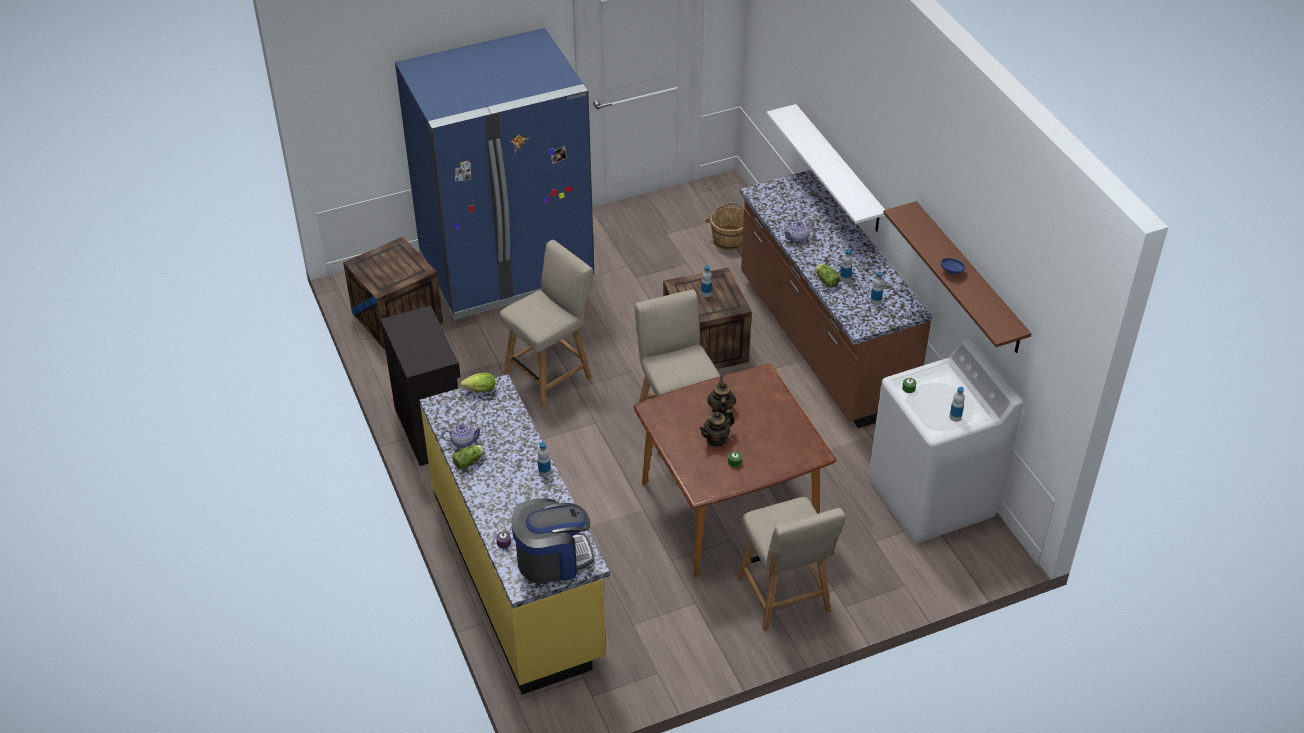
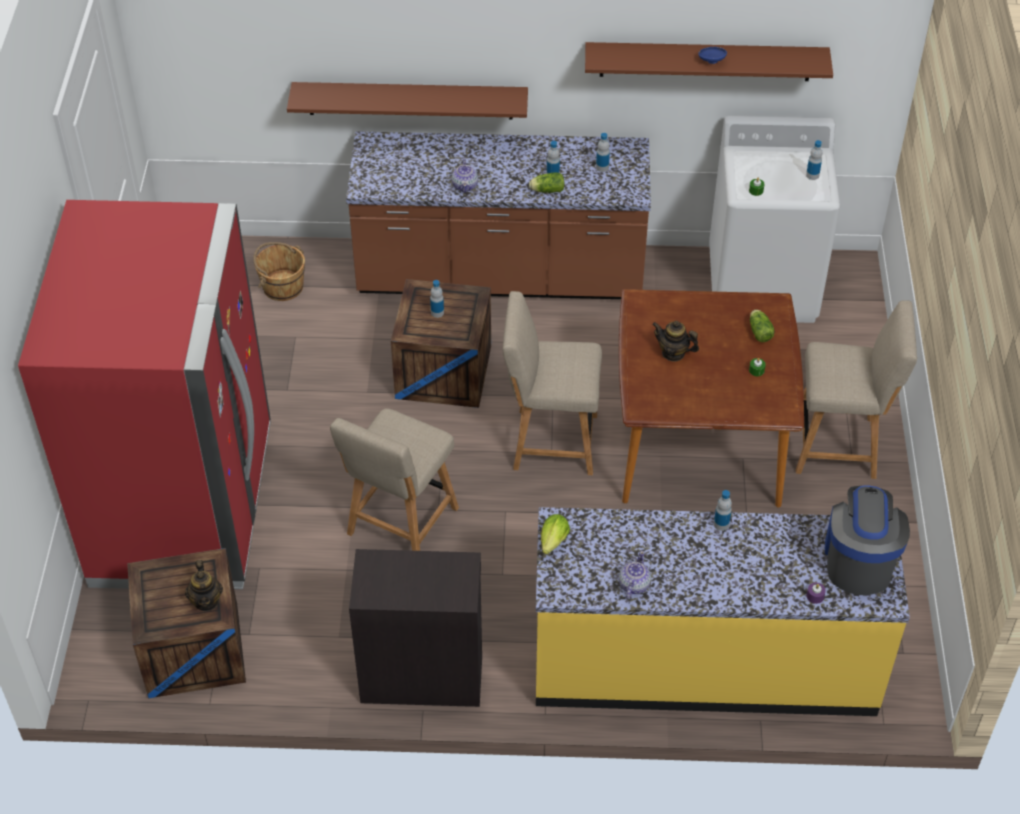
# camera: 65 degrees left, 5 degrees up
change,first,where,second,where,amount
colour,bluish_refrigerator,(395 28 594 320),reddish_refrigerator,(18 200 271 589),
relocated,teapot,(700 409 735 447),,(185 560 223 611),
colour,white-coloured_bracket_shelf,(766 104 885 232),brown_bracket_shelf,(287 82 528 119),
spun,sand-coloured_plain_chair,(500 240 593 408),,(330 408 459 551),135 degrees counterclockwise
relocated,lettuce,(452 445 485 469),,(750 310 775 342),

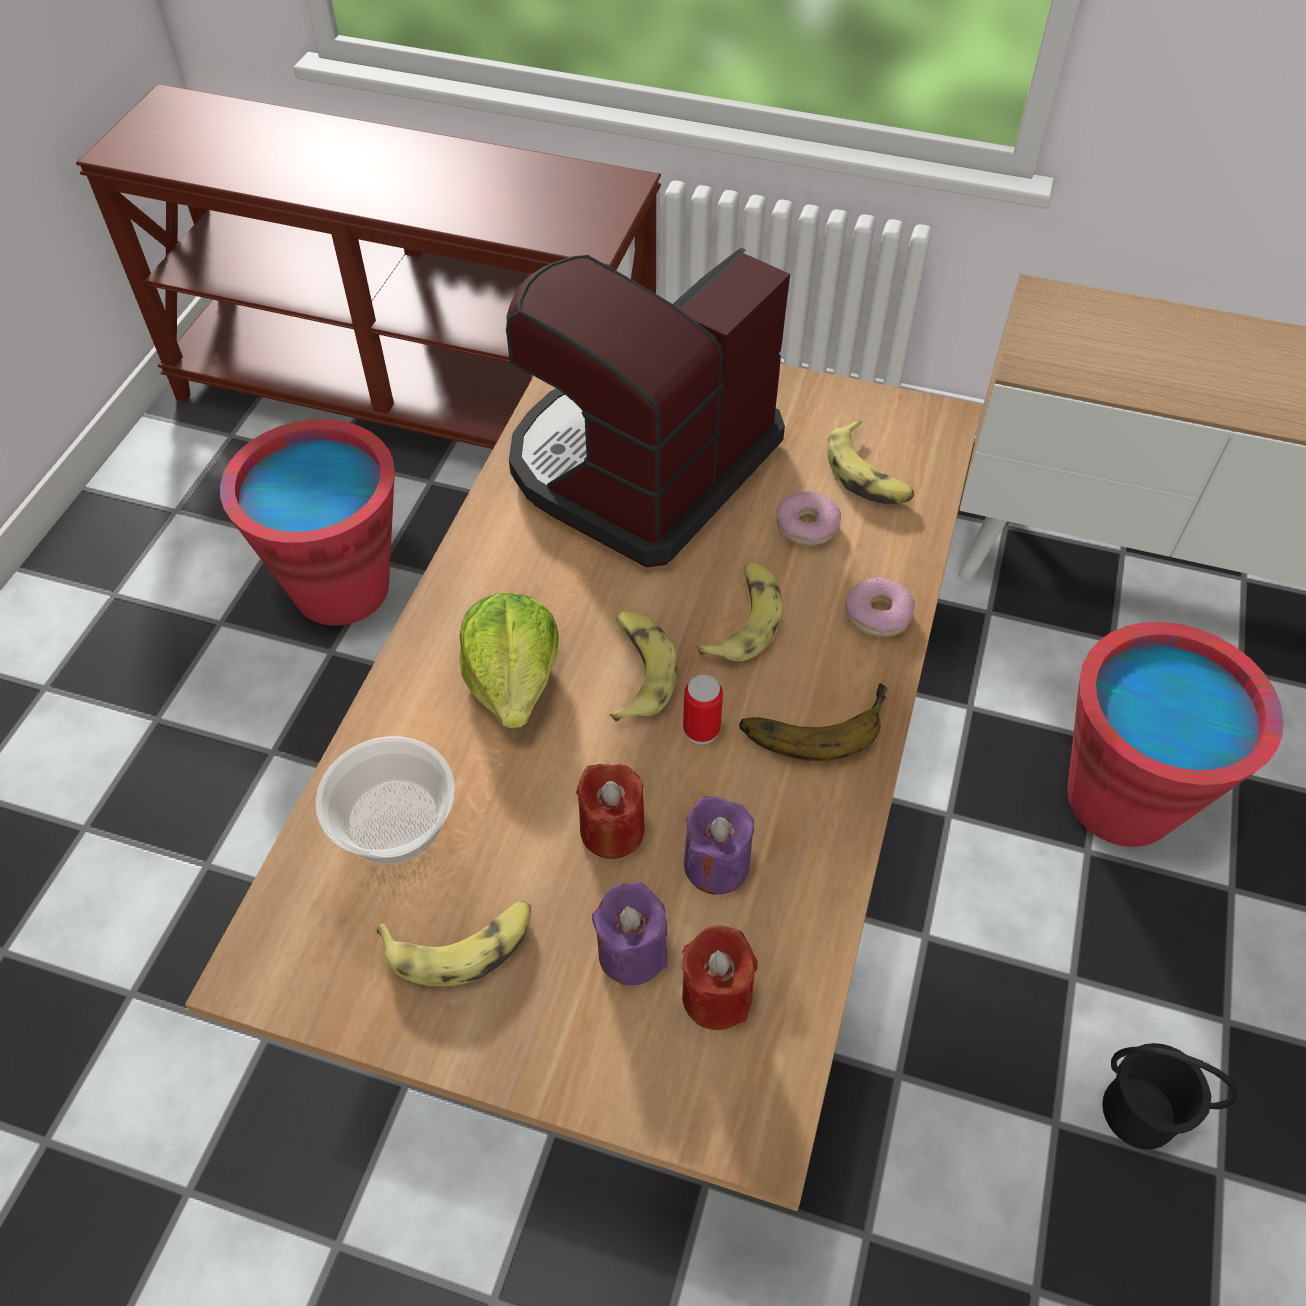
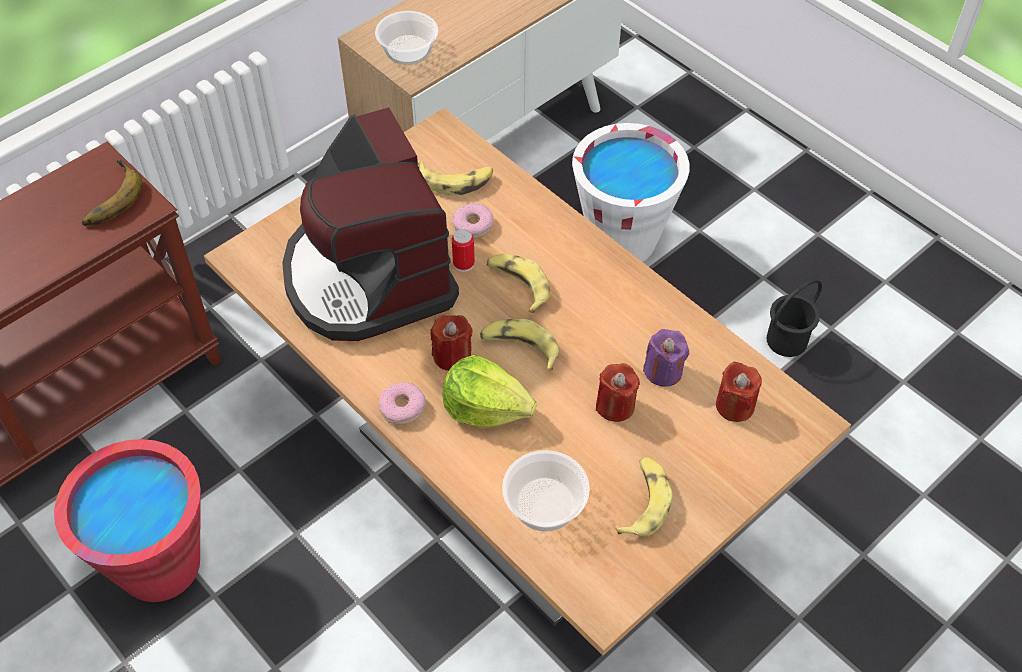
# camera: 60 degrees left, 0 degrees up
change,first,where,second,where,amount
relocated,banana,(739 683 888 761),,(81 158 142 226),
appeared,,,bowl,(375 11 438 65),
relocated,donut,(845 577 915 637),,(379 382 426 425),
appeared,,,reddish_wax_candle,(431 315 473 371),
relocated,sealed_can,(683 675 723 744),,(452 229 475 272),
colour,reddish_water_bucket,(1067 622 1284 847),white-coloured_water_bucket,(572 123 689 262),
missing,purplish_wax_candle,(592 882 668 985),,,

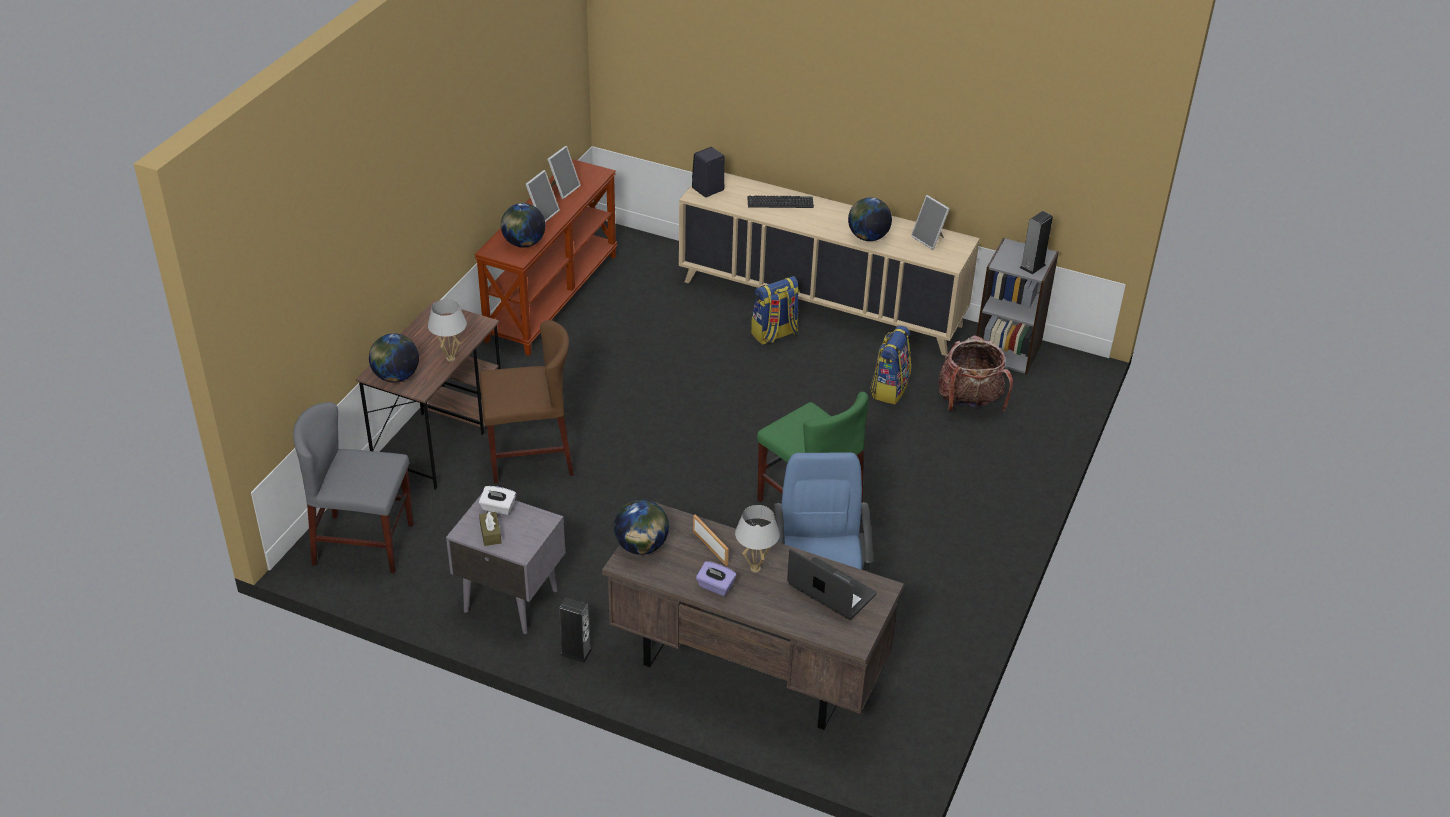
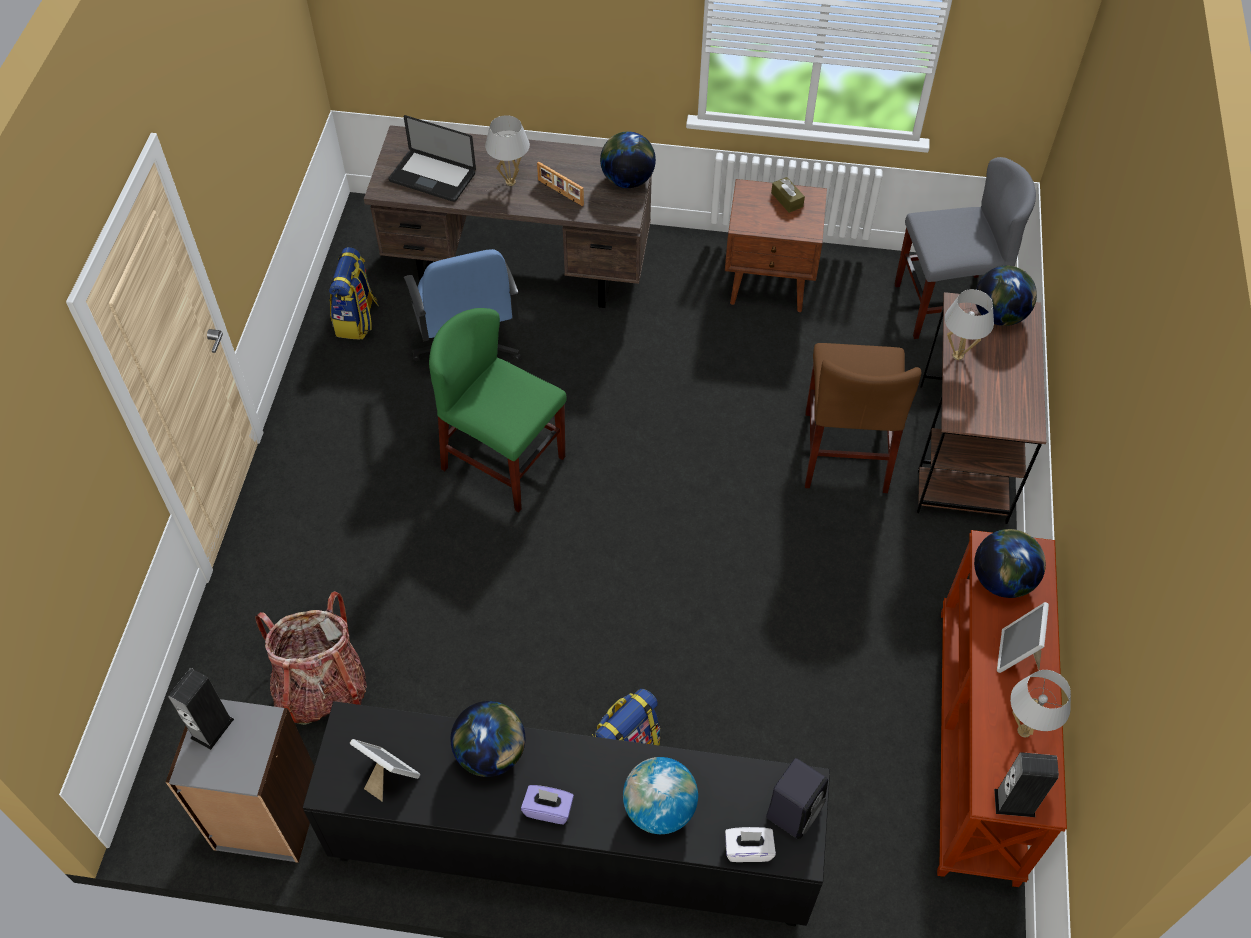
# camera: 165 degrees right, 15 degrees up
change,first,where,second,where,amount
colour,sand-coloured_cabinet,(679 173 980 356),black-coloured_cabinet,(303 701 830 927),
relocated,rucksack,(870 326 911 404),,(329 247 379 340),
relocated,purplish_box_of_tissues,(696 561 737 596),,(521 785 574 825),
exchanged,PC_keyboard,(747 195 814 208),world_globe,(623 757 698 834),
colour,greyish_nightstand,(446 494 565 634),brown_nightstand,(725 179 827 312),
relocated,white-coloured_box_of_tissues,(479 486 516 515),,(725 827 776 862),
spun,brown_plain_chair,(479 320 574 483),,(805 343 921 493),60 degrees counterclockwise
relocated,audio_speaker,(559 597 592 663),,(994 752 1059 817),
exchanged,standing_frame,(547 146 581 199),white-coloured_tabletop_lamp,(1010 670 1071 737),

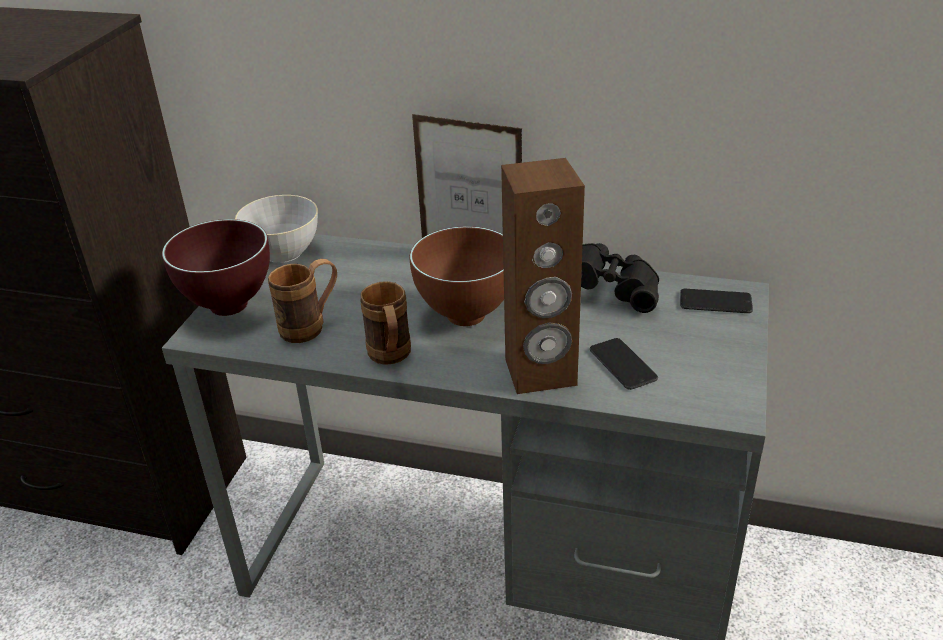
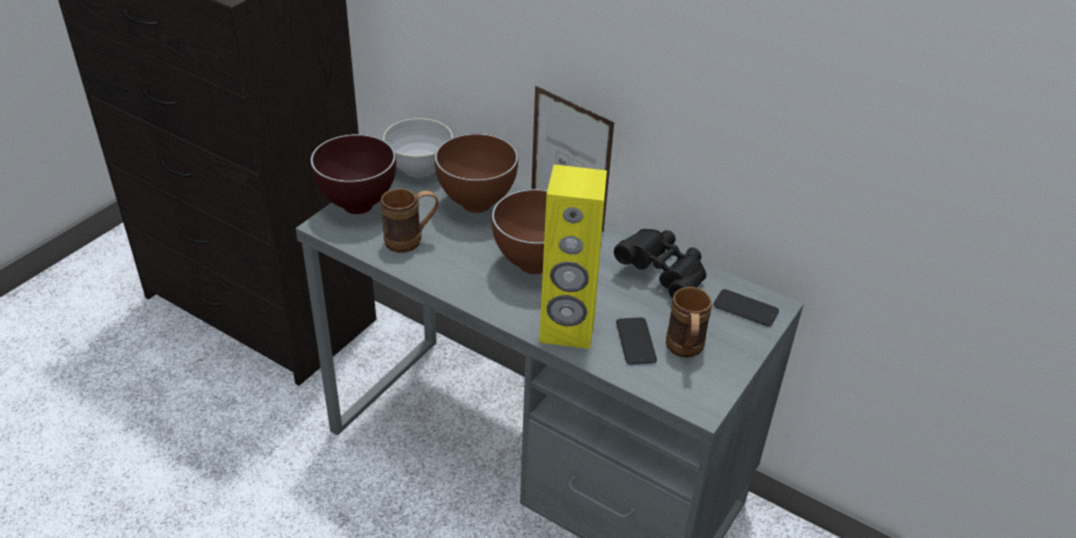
# camera: 15 degrees right, 5 degrees up
change,first,where,second,where,amount
appeared,,,brown_bowl,(435 134 518 213),
colour,brown_audio_speaker,(501 158 585 394),yellowish_audio_speaker,(539 165 607 349),
relocated,brown_coffee_mug,(360 281 411 365),,(666 287 712 358),

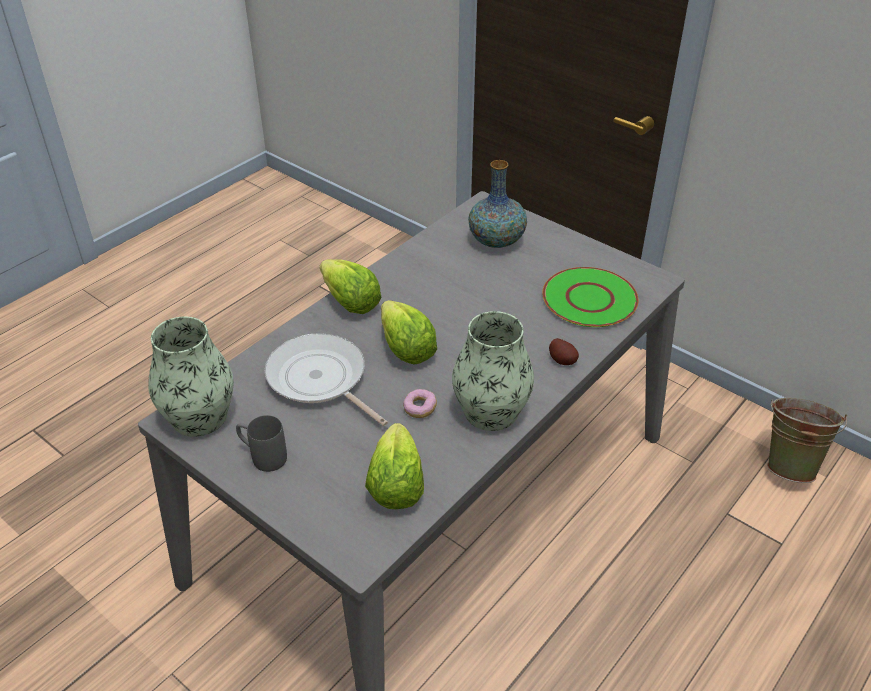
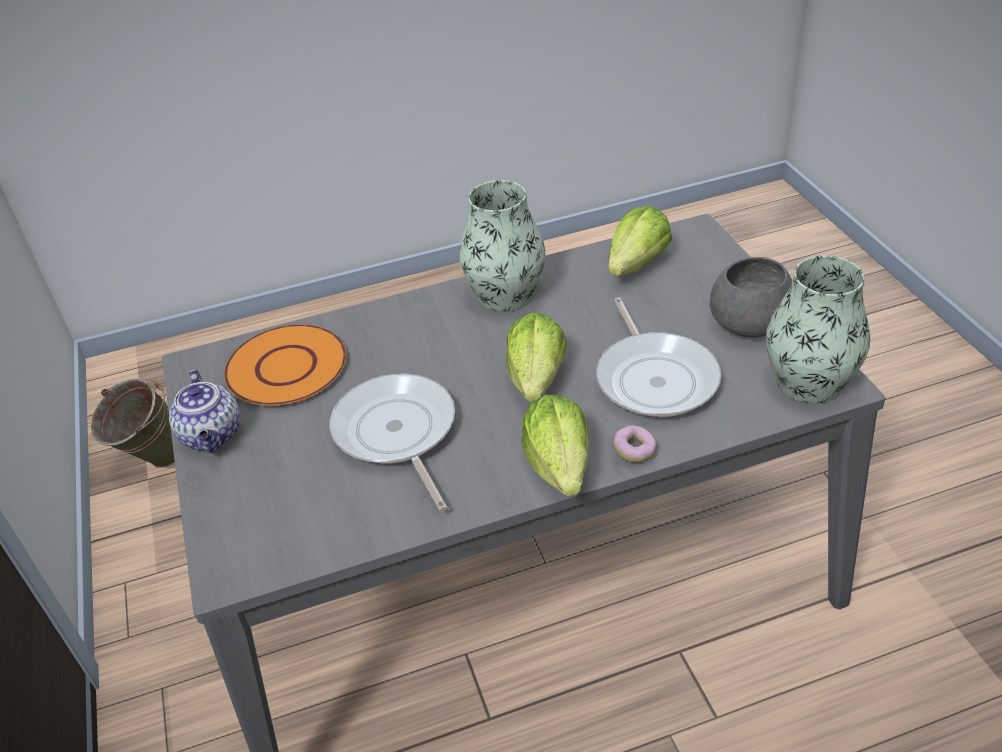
# camera: 145 degrees left, 0 degrees up
change,first,where,second,where,amount
appeared,,,teapot,(169 369 240 453),
colour,greenish_dinner_plate,(542 267 639 327),orange-coloured_dinner_plate,(224 324 347 406),
appeared,,,frying_pan,(329 374 455 512),
relocated,donut,(403 389 437 418),,(613 425 657 463),
exchanged,greyish_coffee_mug,(236 415 287 472),greyish_bowl,(710 257 792 338),
missing,flower_vase,(468 160 527 248),,,
missing,whole_potato,(549 338 579 365),,,

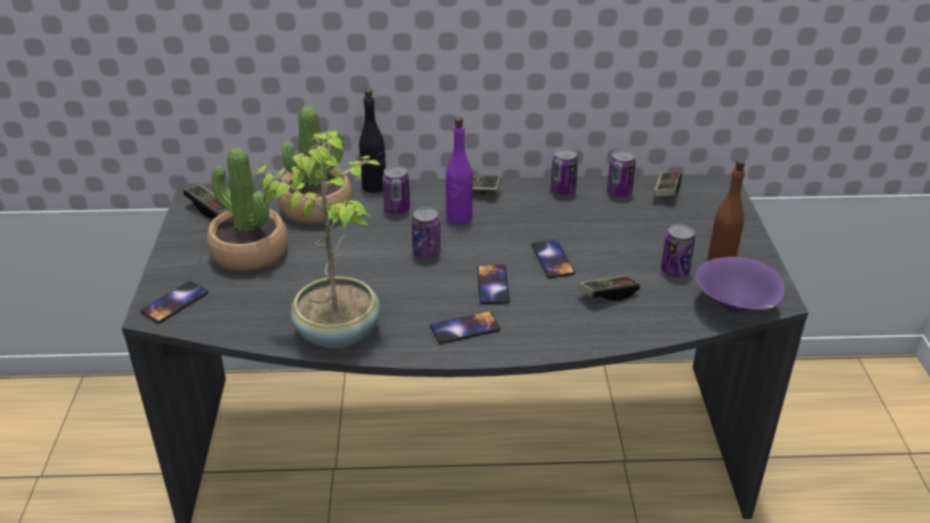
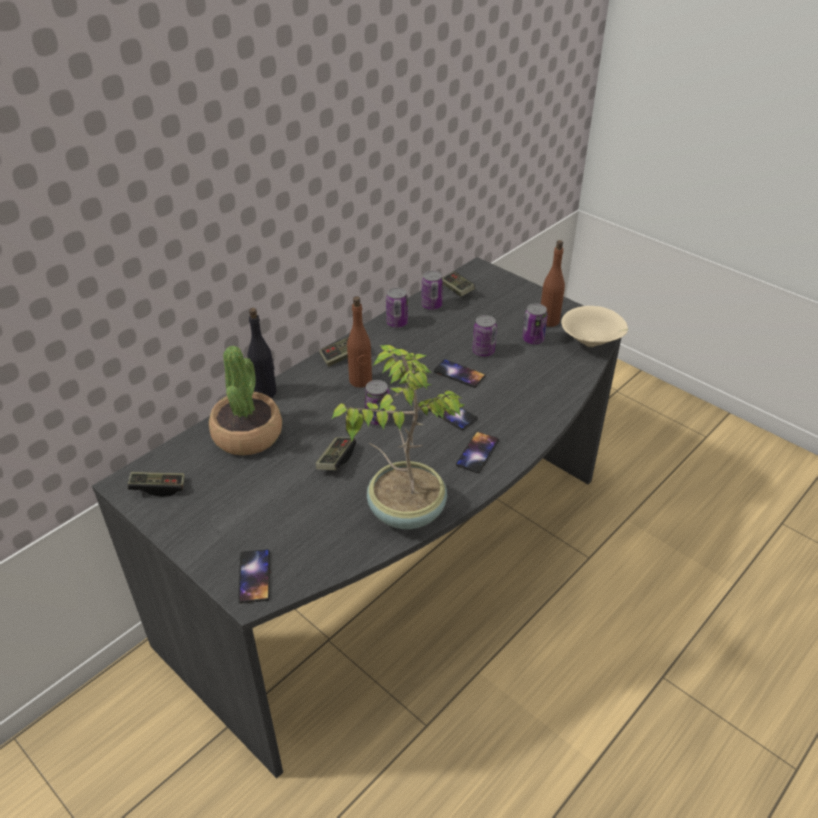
# camera: 45 degrees left, 5 degrees up
change,first,where,second,where,amount
relocated,joypad,(579 275 640 301),,(315 437 356 470),
colour,purplish_bottle,(446 117 473 225),brown_bottle,(347 296 372 388),
relocated,sealed_can,(382 166 410 214),,(472 315 497 357),
colour,purplish_bowl,(696 256 785 313),sand-coloured_bowl,(561 306 628 347),
missing,houseplant,(207 148 288 272),,,

